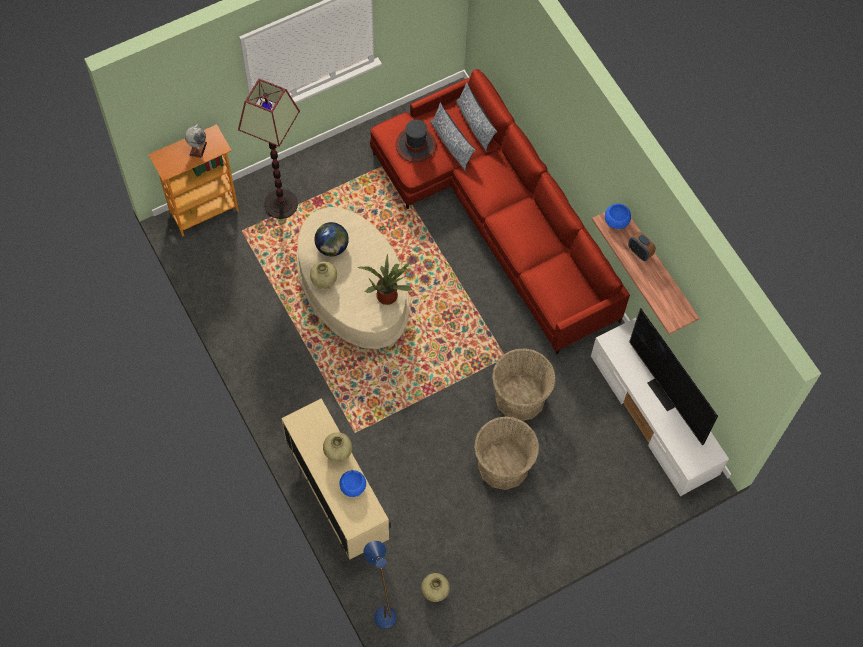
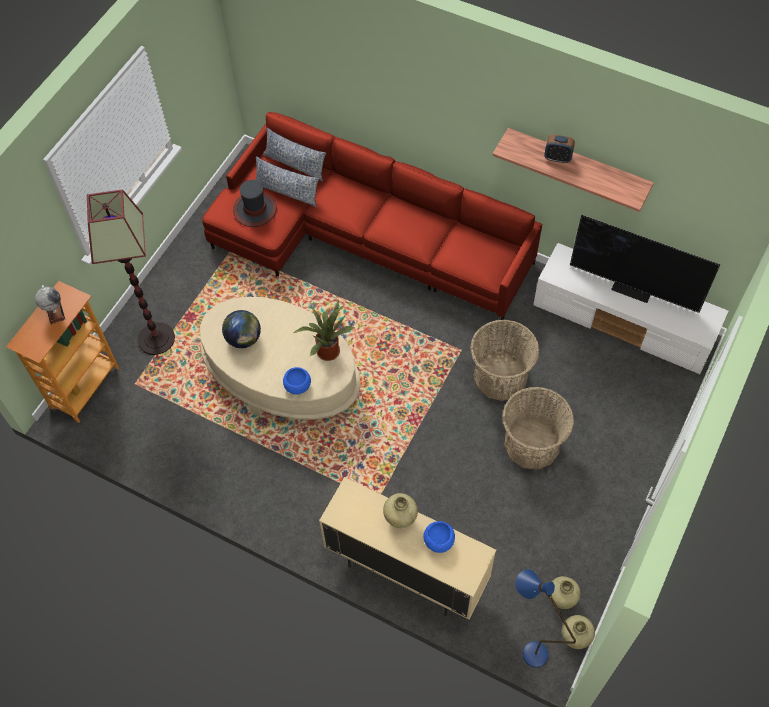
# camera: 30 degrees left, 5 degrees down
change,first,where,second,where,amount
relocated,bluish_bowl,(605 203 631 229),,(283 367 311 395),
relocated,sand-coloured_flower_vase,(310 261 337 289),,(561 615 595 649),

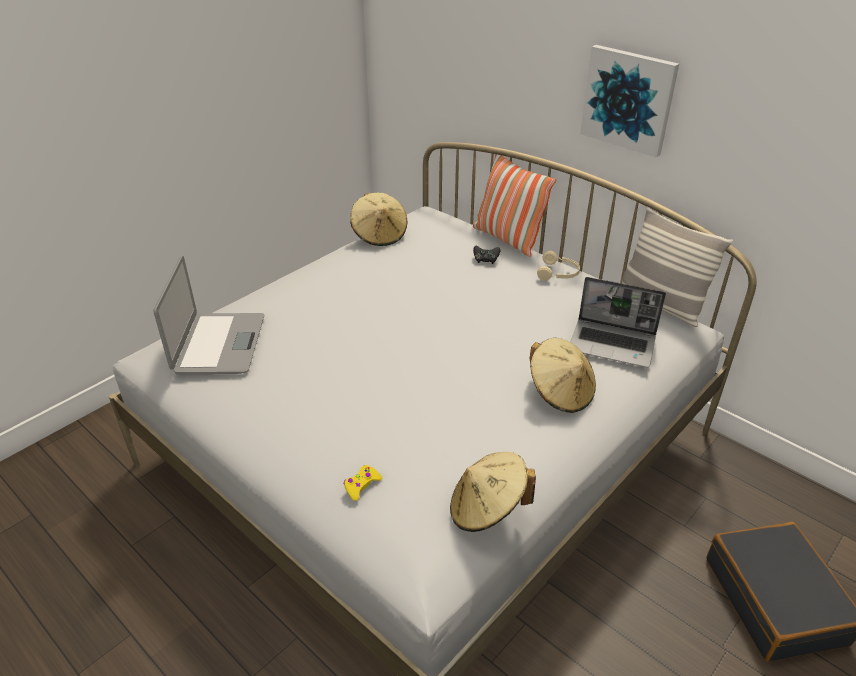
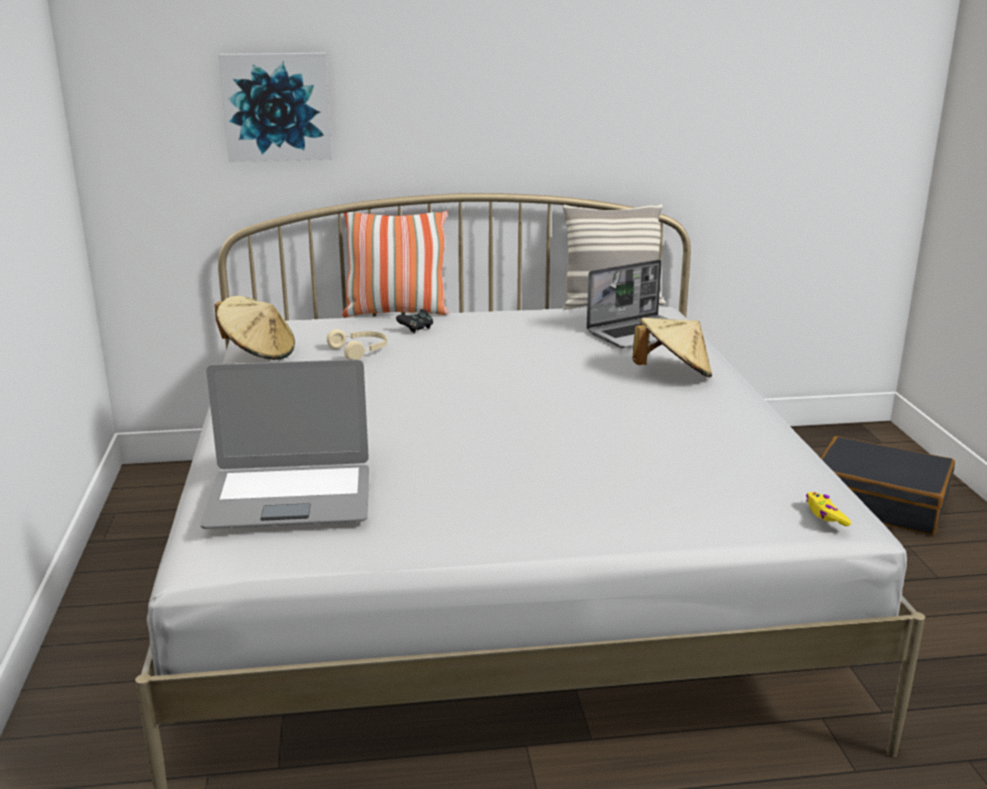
# camera: 50 degrees left, 15 degrees down
change,first,where,second,where,amount
spun,portable_computer,(153 256 264 375),,(201 359 369 529),135 degrees clockwise
relocated,wall_art,(580 45 679 158),,(219 53 332 162),
relocated,sand-coloured_headset,(537 251 580 281),,(327 329 387 360),
relocated,yellowish_joypad,(344 465 382 501),,(806 492 851 526),
missing,sand-coloured_wearable_hat,(450 452 536 532),,,

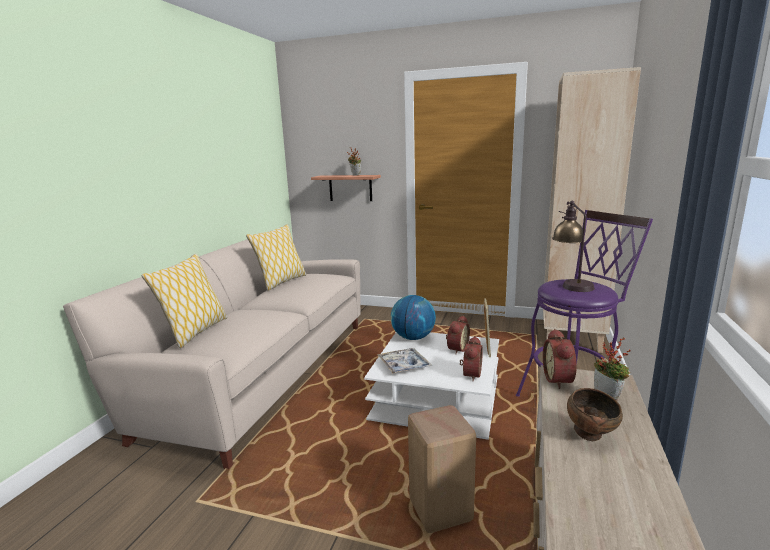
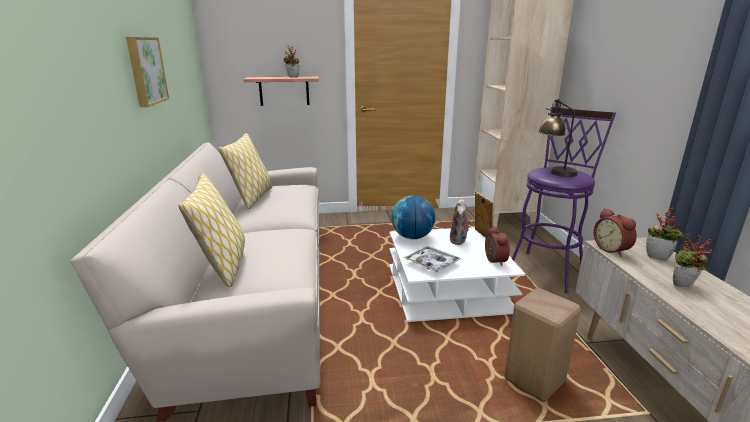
# camera: 25 degrees left, 5 degrees up
change,first,where,second,where,amount
appeared,,,wall_art,(126 37 169 107),
exchanged,bedside_clock,(446 316 470 354),cuddly_toy,(449 198 471 245),
exchanged,brown_bowl,(567 388 623 441),houseplant,(673 234 712 287),

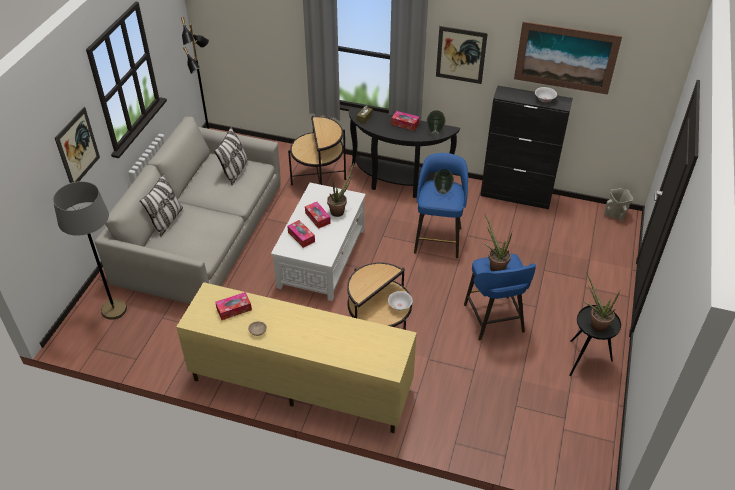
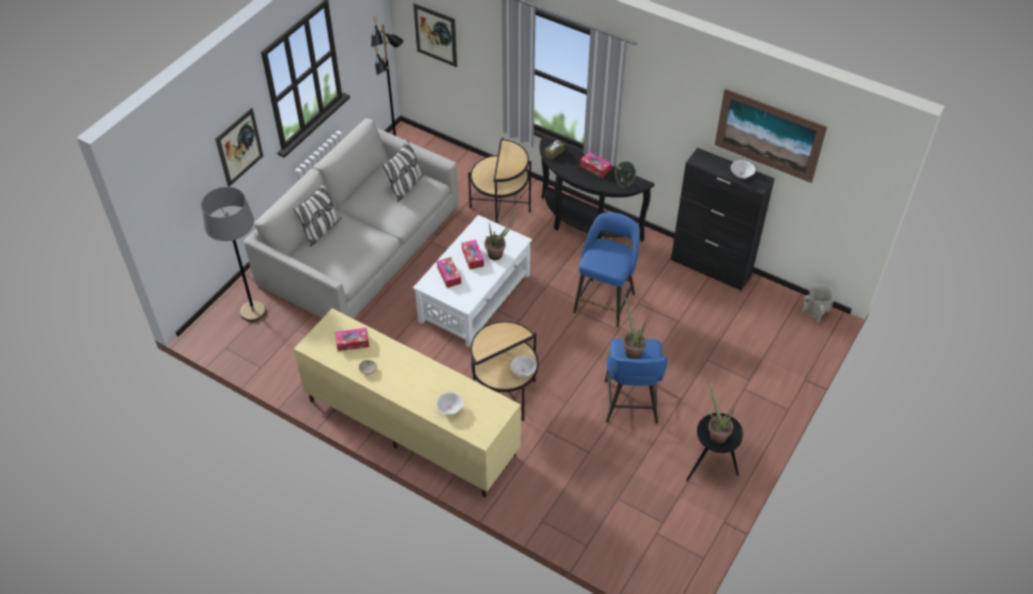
# camera: 15 degrees right, 5 degrees up
change,first,where,second,where,amount
relocated,wall_art,(436 26 488 84),,(413 3 457 67),
appeared,,,white-coloured_bowl,(436 392 464 414),
missing,flower_vase,(434 169 454 194),,,

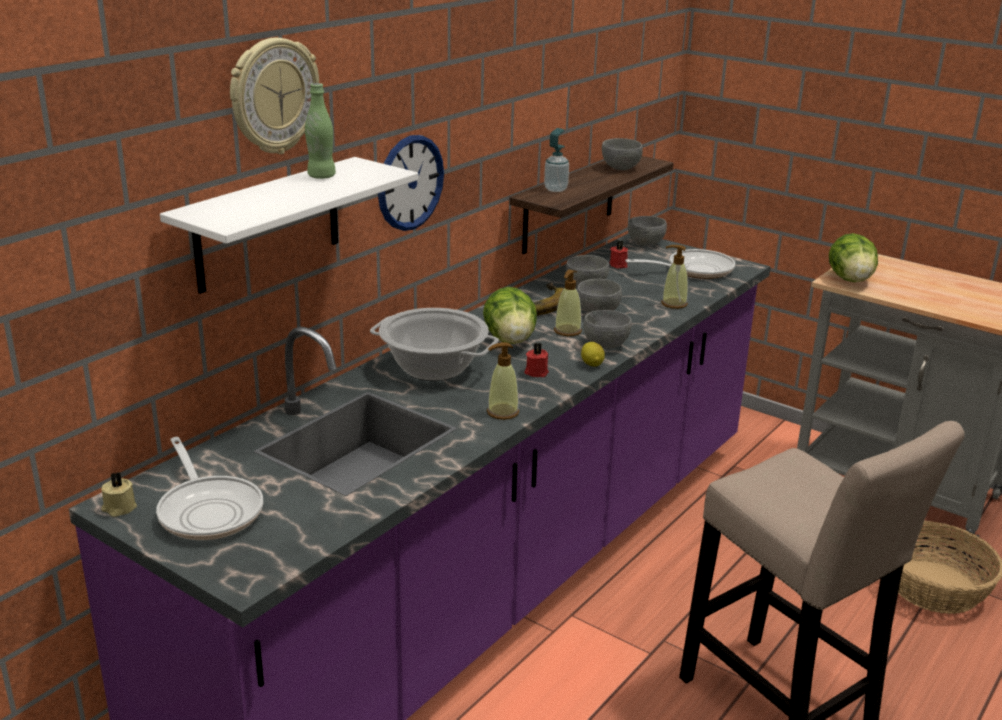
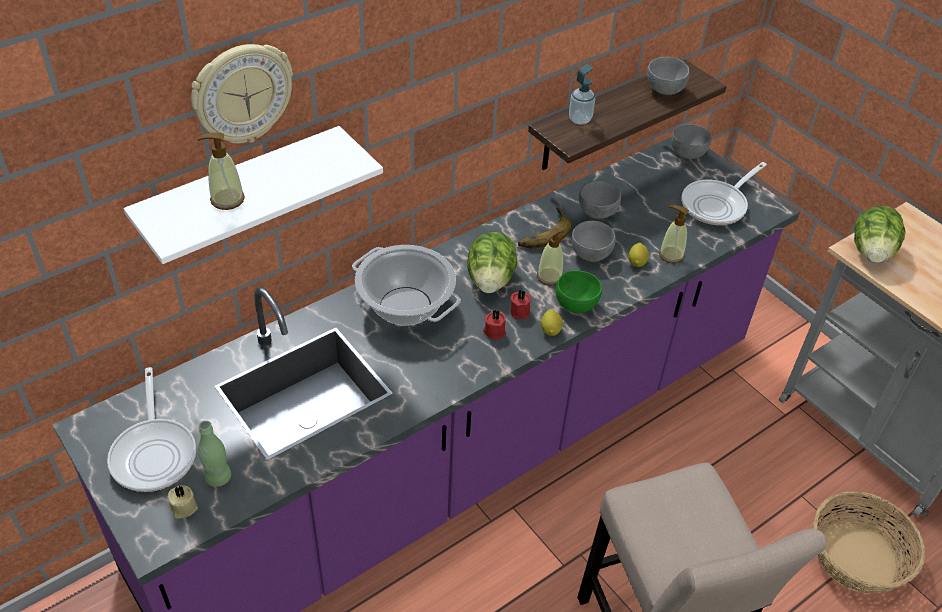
# camera: 15 degrees right, 20 degrees up
change,first,where,second,where,amount
relocated,sand-coloured_wax_candle,(101 472 137 517),,(167 485 198 519),
relocated,soap_dispenser,(487 342 519 420),,(197 132 245 210),
relocated,greenish_bottle,(305 83 336 179),,(198 421 231 487),
relocated,reddish_wax_candle,(609 240 628 269),,(510 290 531 319),
colour,greyish_bowl,(583 310 632 349),greenish_bowl,(556 271 602 313),
appeared,,,lemon,(628 243 649 267),
spun,frying_pan,(625 249 735 279),,(682 162 767 225),135 degrees clockwise
missing,clock_on_the_wall,(378 135 444 231),,,

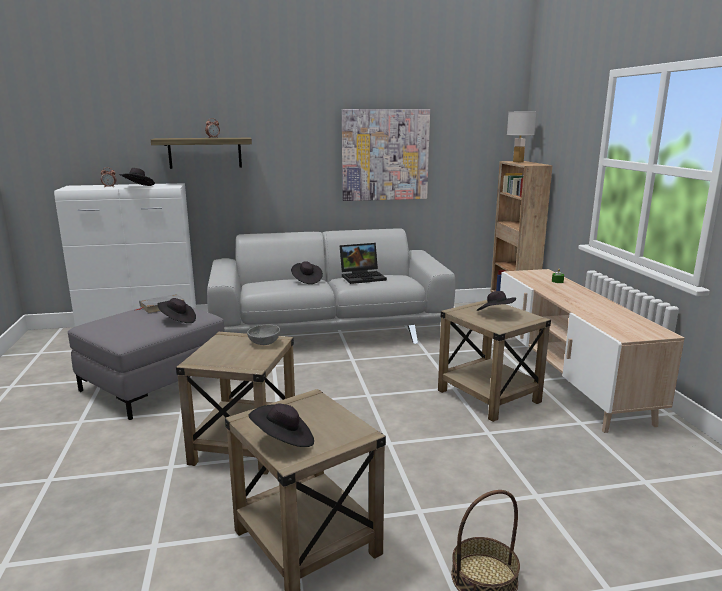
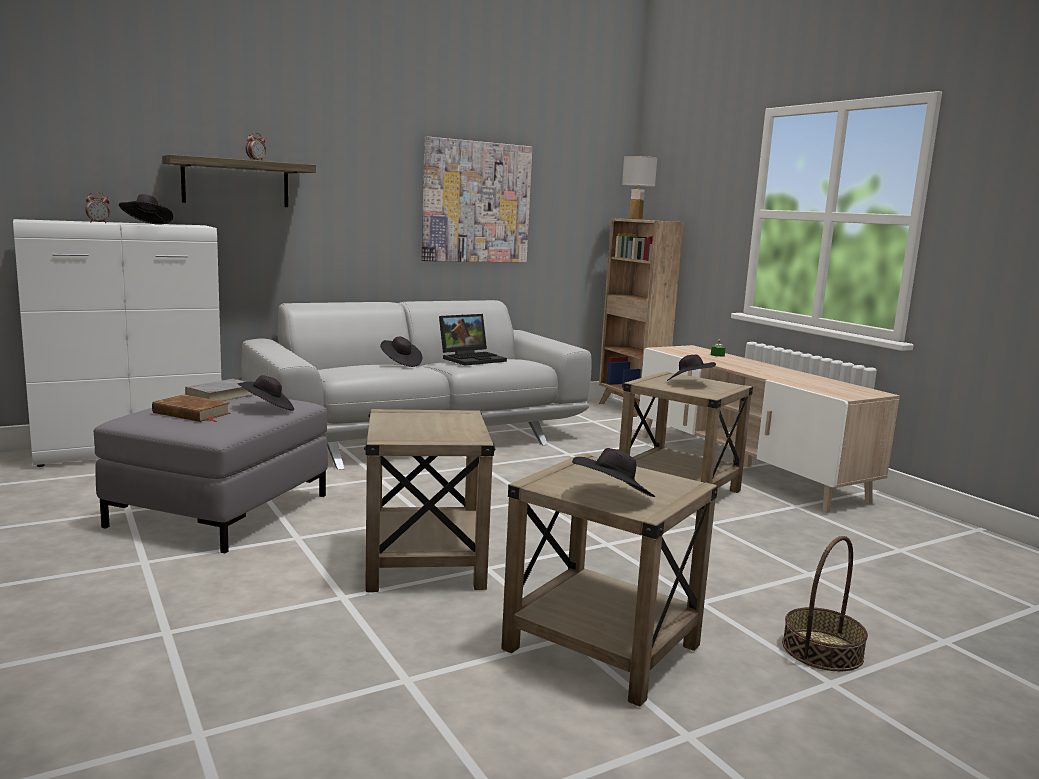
# camera: 20 degrees left, 5 degrees down
change,first,where,second,where,amount
appeared,,,brown_bound_book,(152 395 231 422),
missing,greyish_bowl,(247 324 280 345),,,

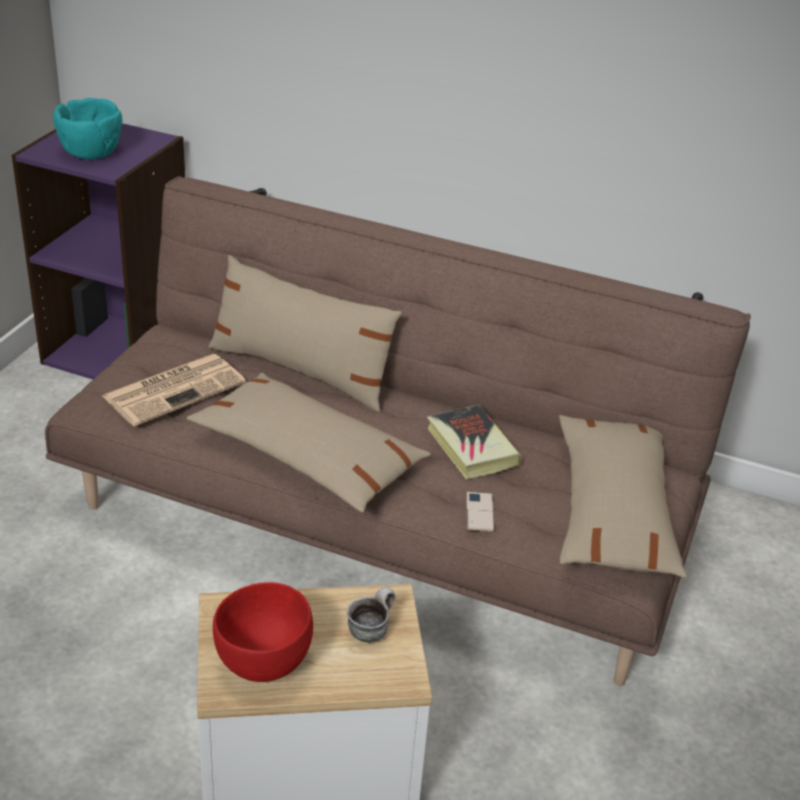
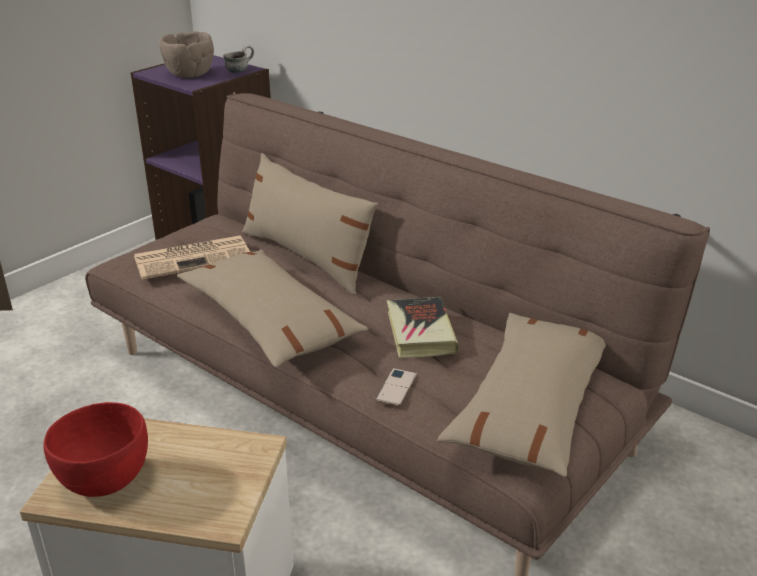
# camera: 20 degrees right, 5 degrees down
change,first,where,second,where,amount
colour,turquoise-coloured_bowl,(53 98 122 159),brown_bowl,(159 31 214 78),
relocated,coffee_mug,(347 587 395 643),,(223 45 254 73),

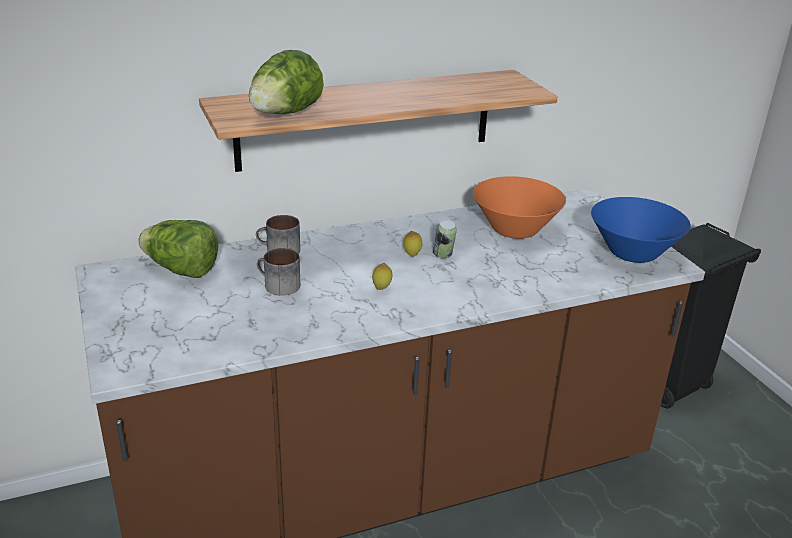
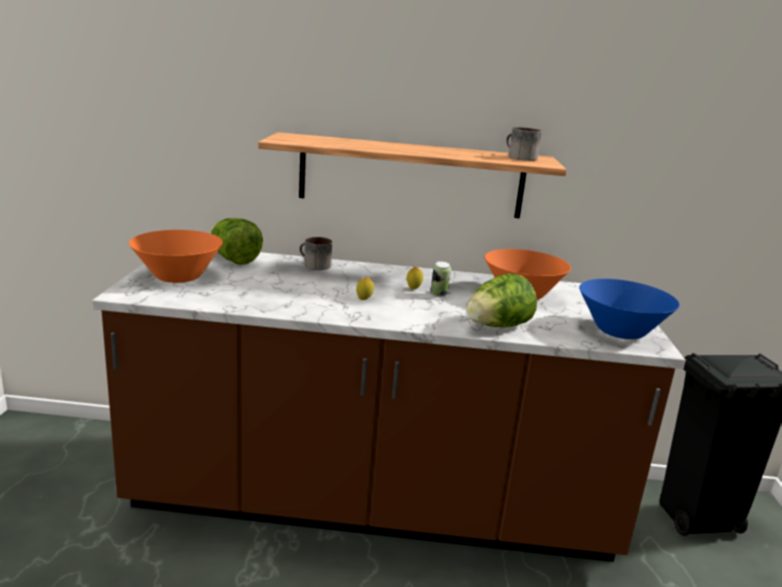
# camera: 25 degrees right, 10 degrees down
change,first,where,second,where,amount
appeared,,,orange-coloured_bowl,(129 230 223 283),
relocated,lettuce,(249 50 324 114),,(466 273 537 328),
relocated,coffee_mug,(257 248 300 296),,(506 127 542 161),

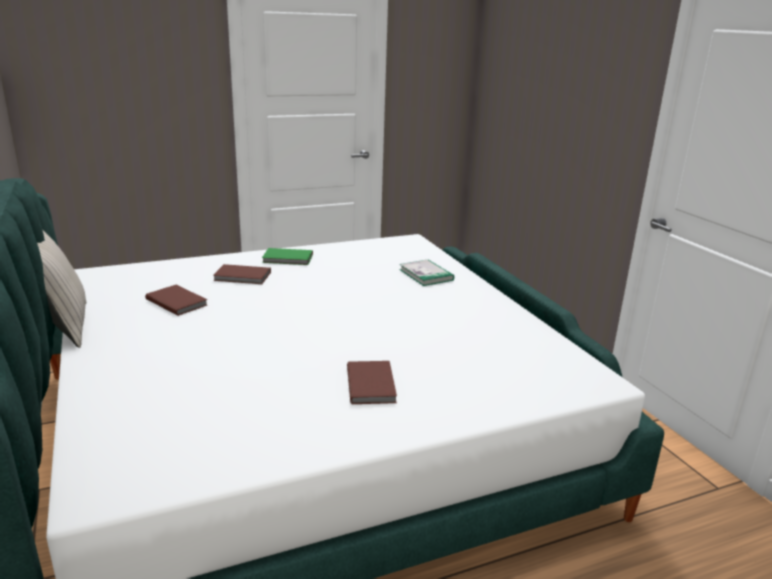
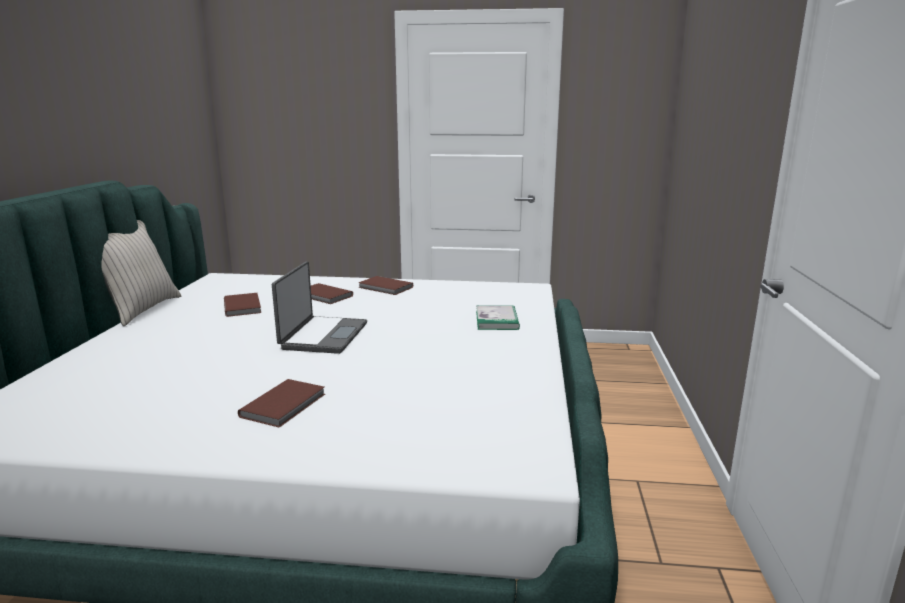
# camera: 30 degrees right, 5 degrees down
change,first,where,second,where,amount
appeared,,,portable_computer,(272 261 367 354),
colour,greenish_bound_book,(262 248 313 265),brown_bound_book,(358 276 413 295),

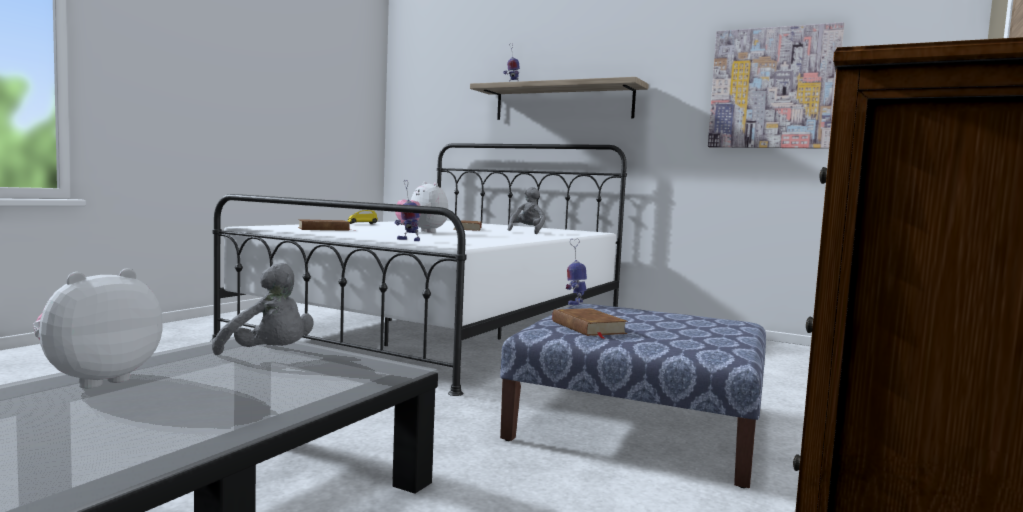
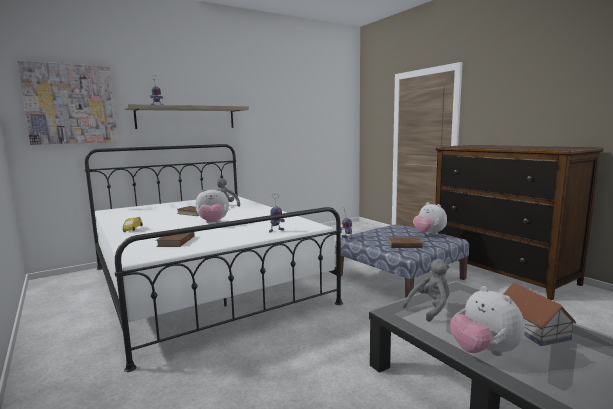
# camera: 60 degrees left, 5 degrees up
change,first,where,second,where,amount
relocated,wall_art,(708 22 844 149),,(18 61 118 145),
appeared,,,cuddly_toy,(413 202 447 235),
appeared,,,model_house,(504 283 577 346),

